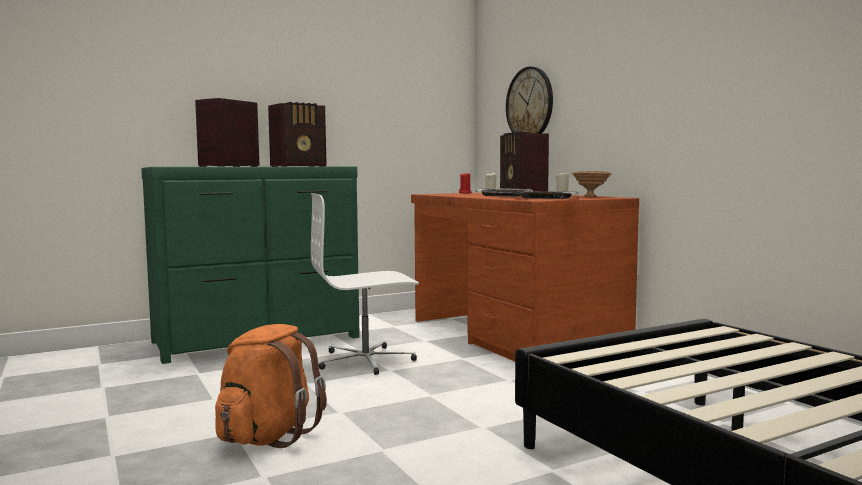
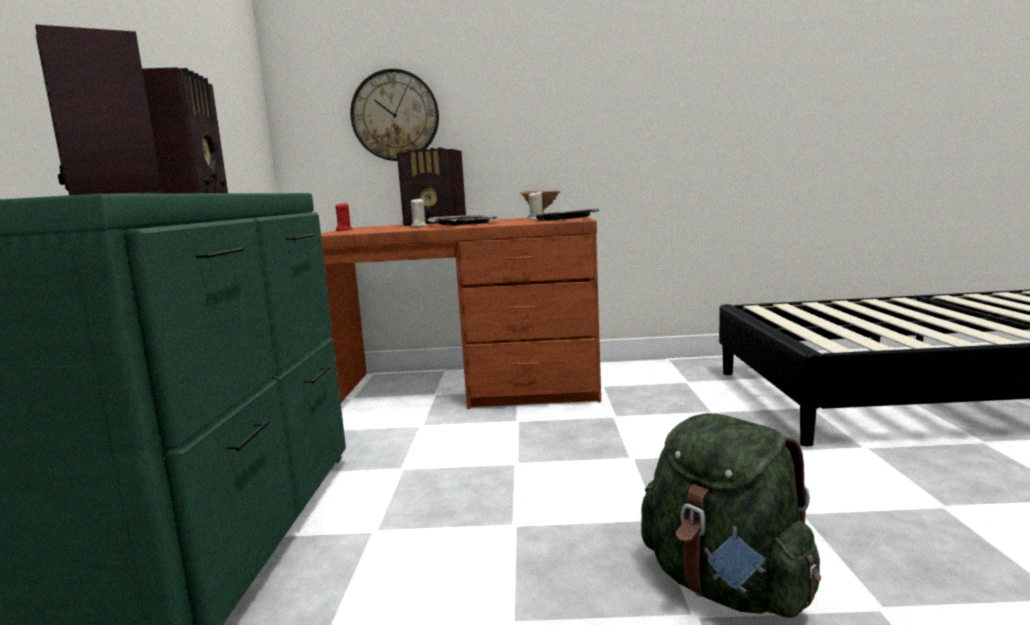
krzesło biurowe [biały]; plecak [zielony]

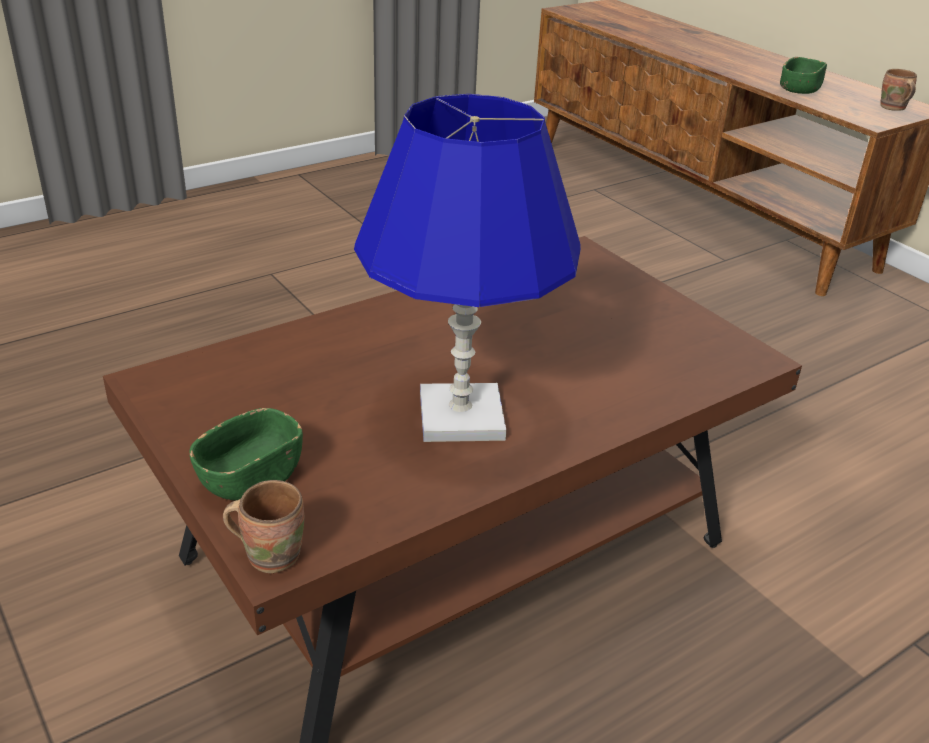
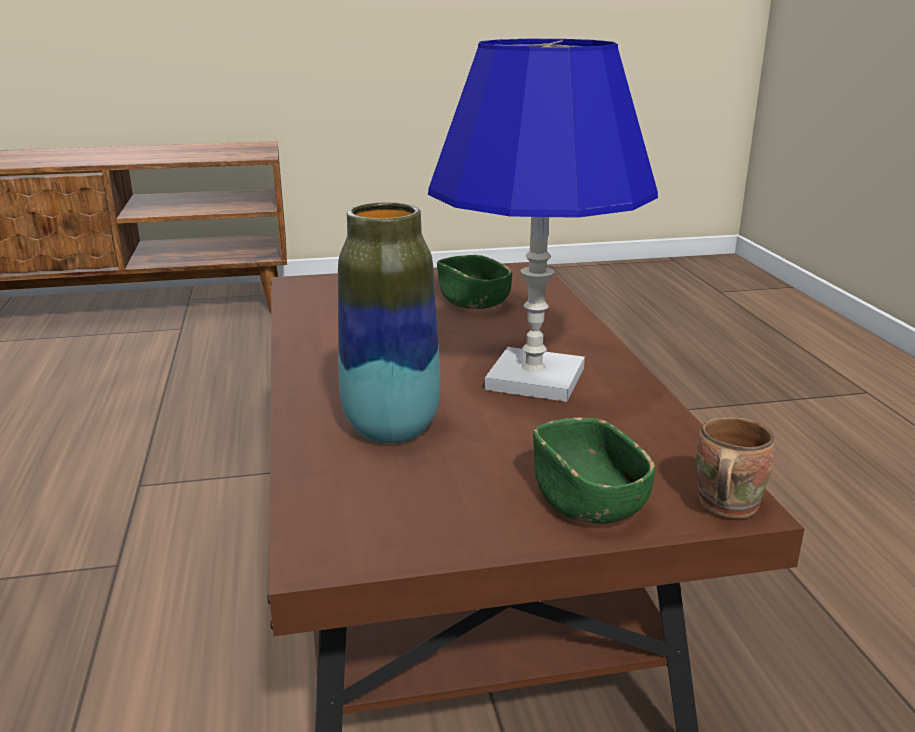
miska [zielony] (1st from left); kubek [brązowy] (2nd from left in the first image); wazon

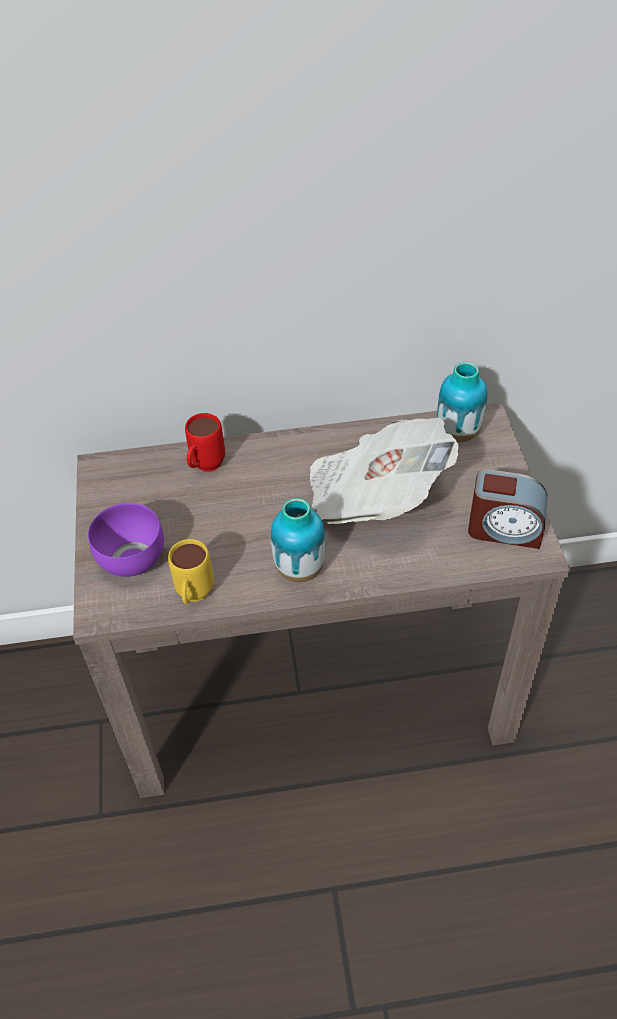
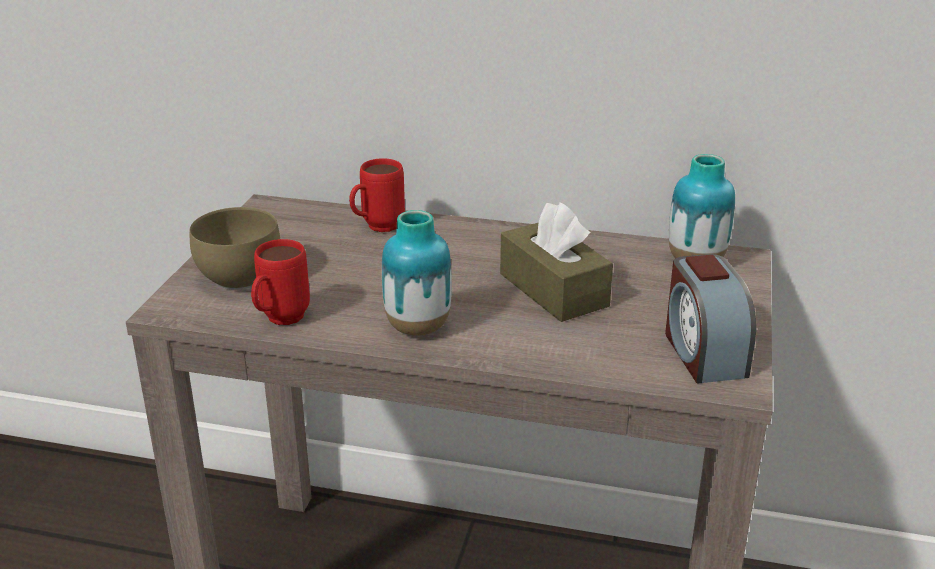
pudełko chusteczek [brązowy]; budzik; miska [brązowy]; kubek [czerwony] (1st from left)

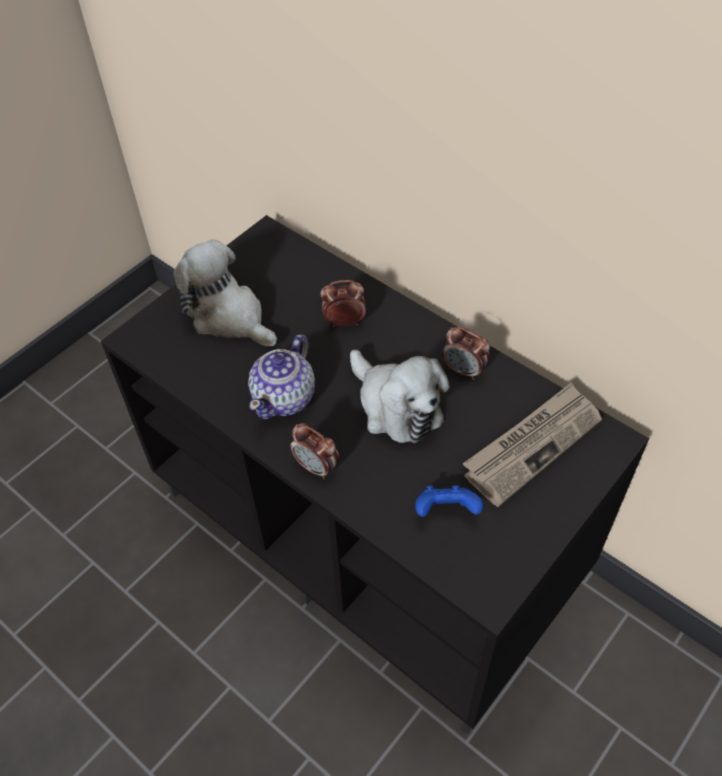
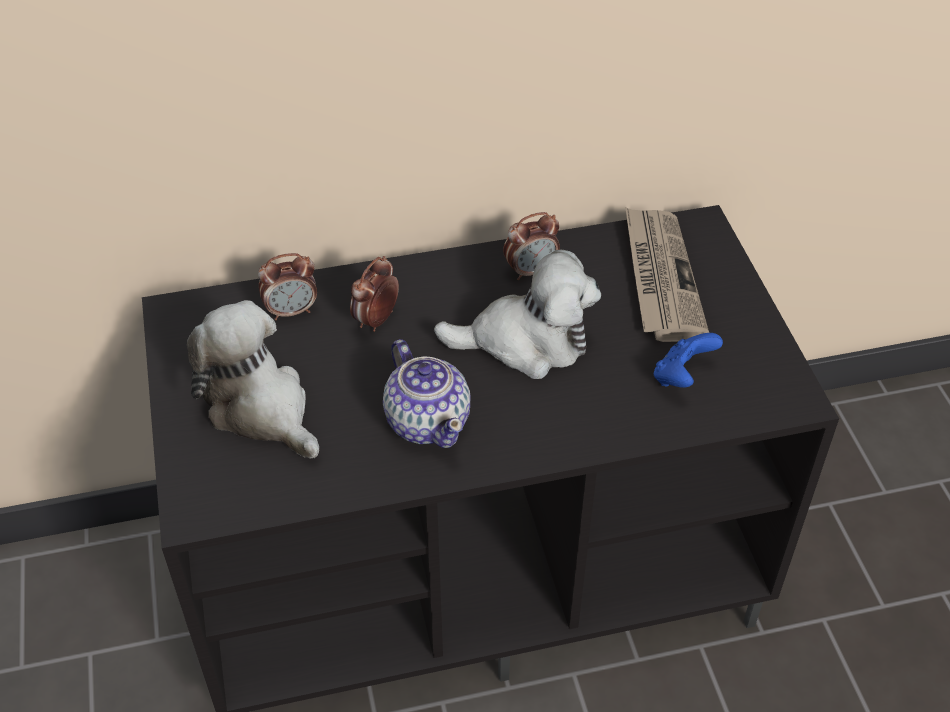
pluszak (1st from left); budzik (1st from left)

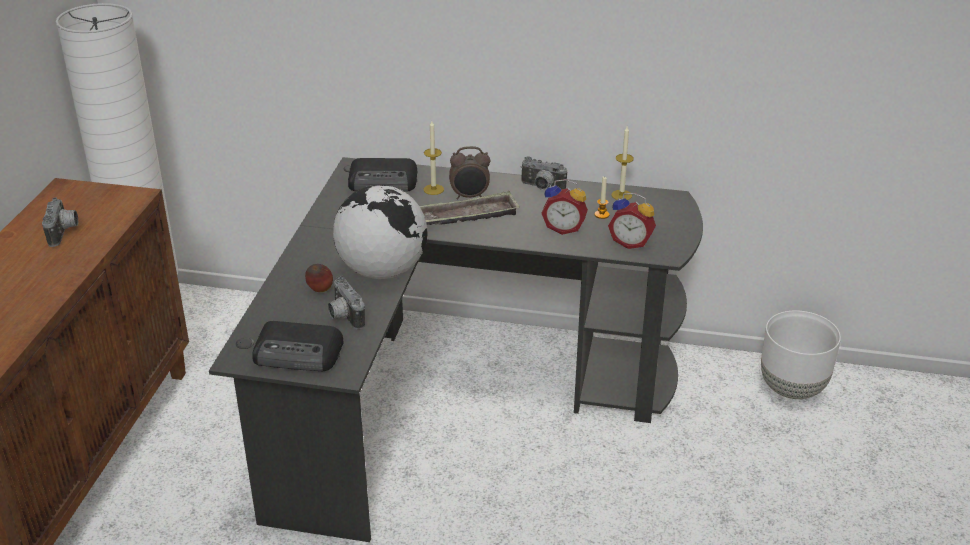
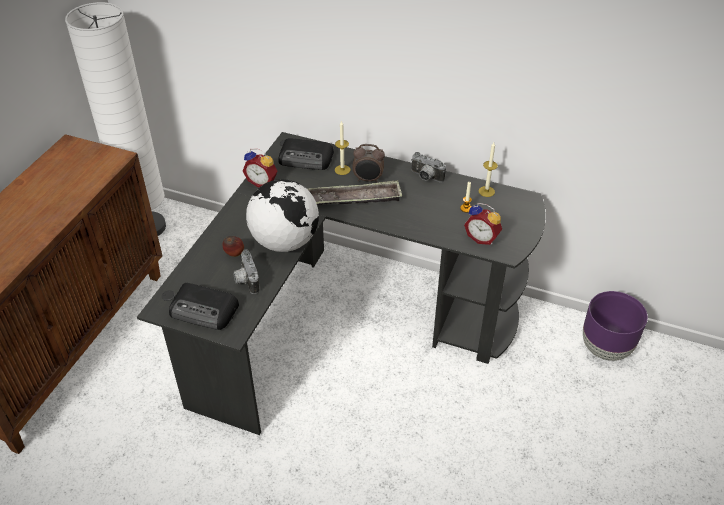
budzik (1st from left); aparat fotograficzny (1st from left in the first image); donica [fioletowy]

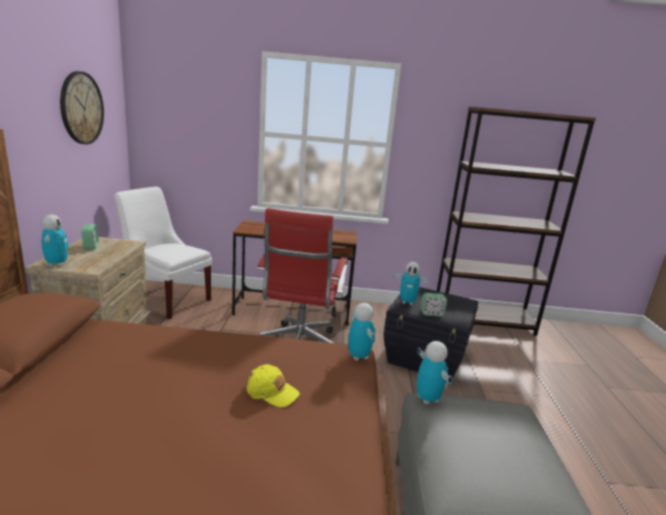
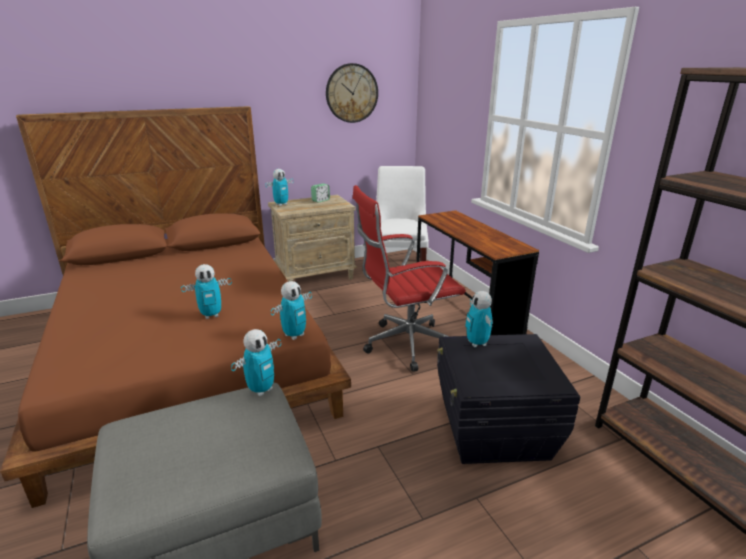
budzik (2nd from left in the first image); robot zabawkowy (1st from left)

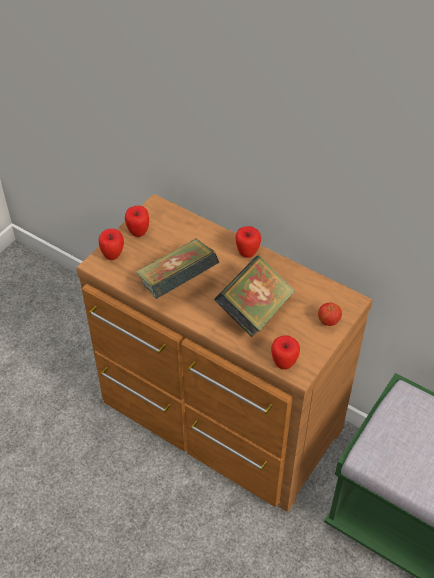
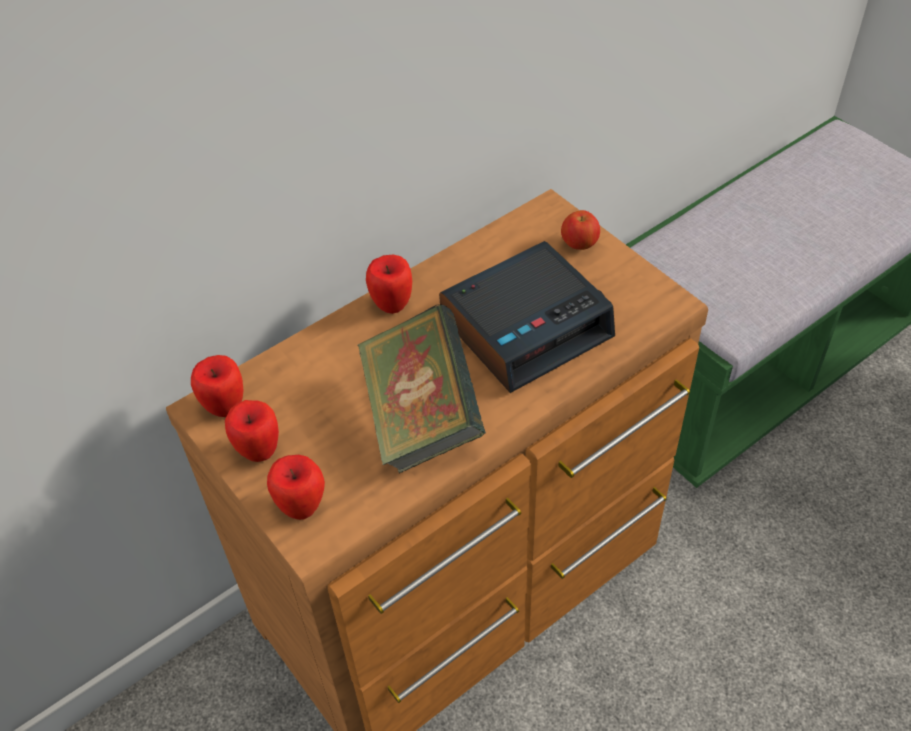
budzik; jabłko (1st from left)

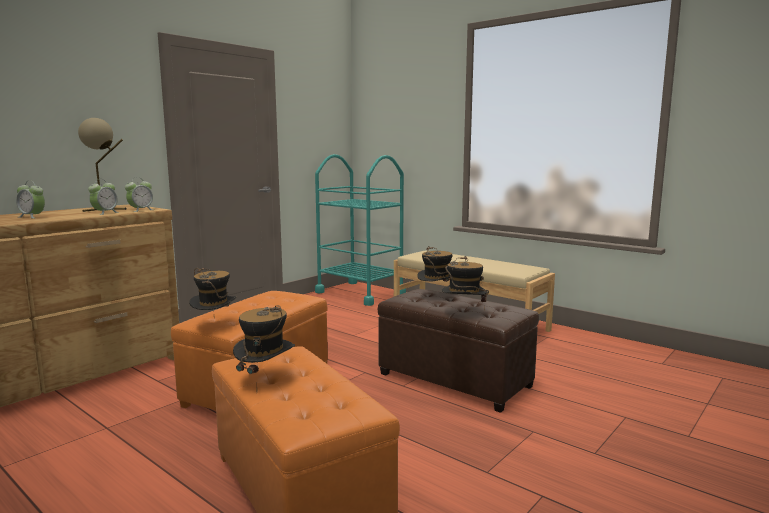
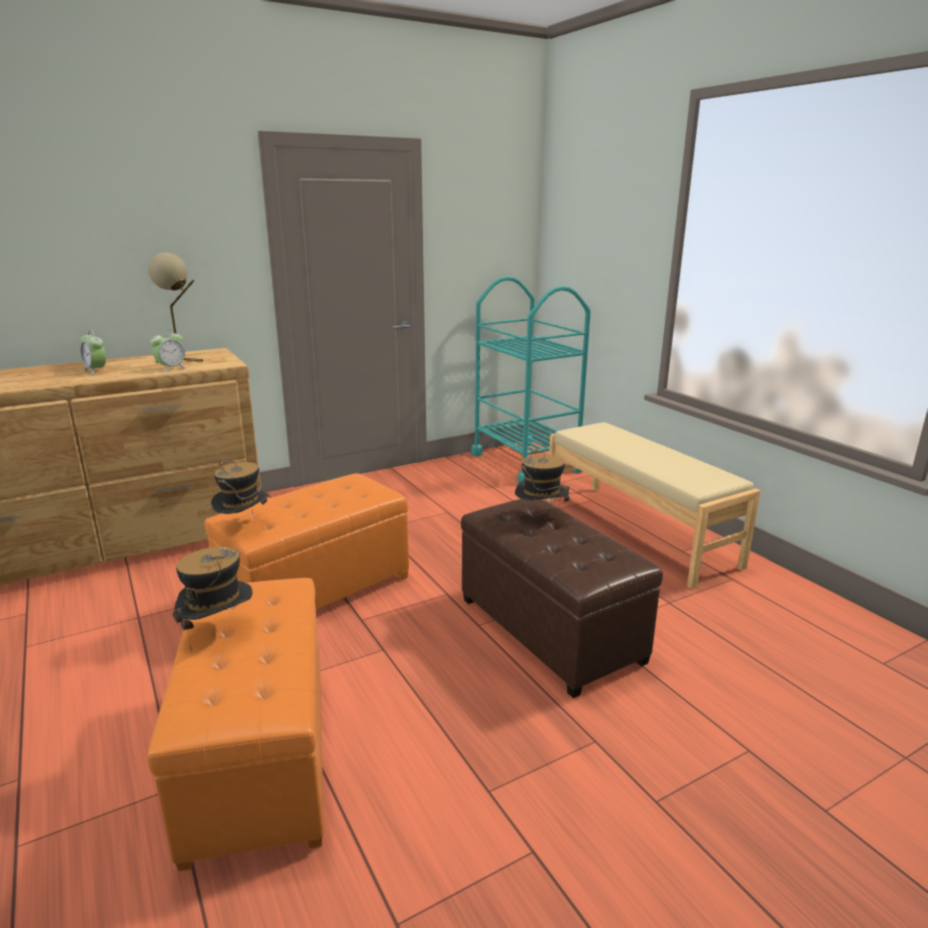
budzik (3rd from left in the first image); kapelusz (4th from left in the first image)

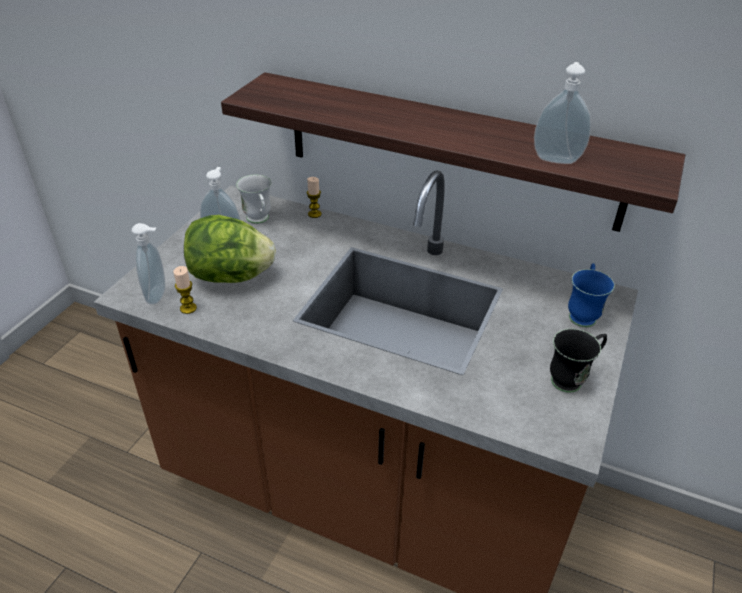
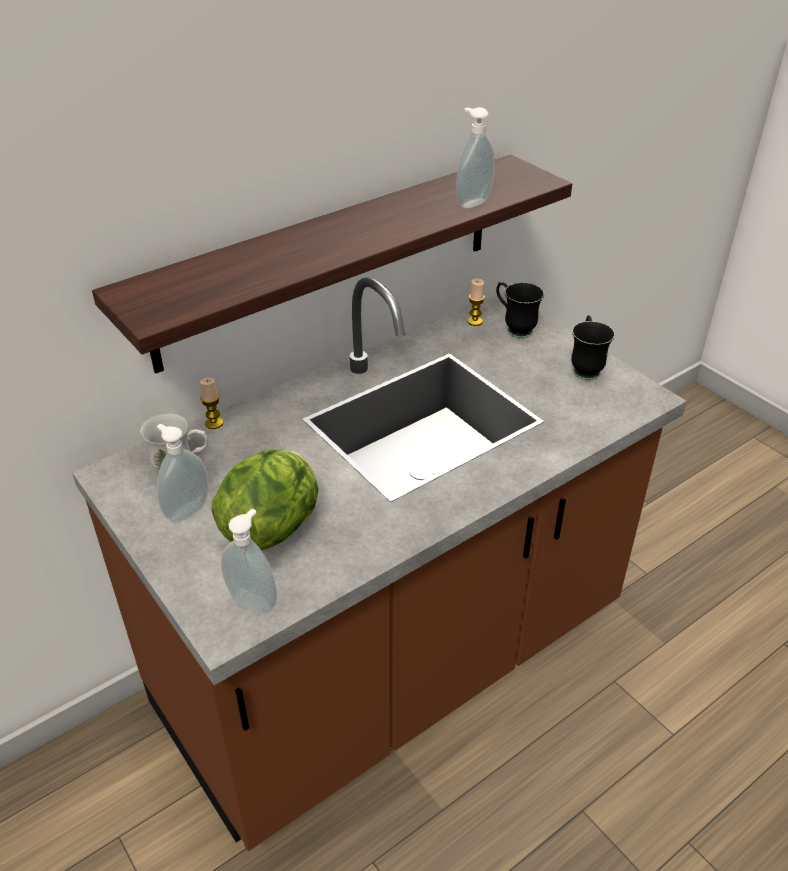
kubek [czarny] (1st from left); świeca (2nd from left)

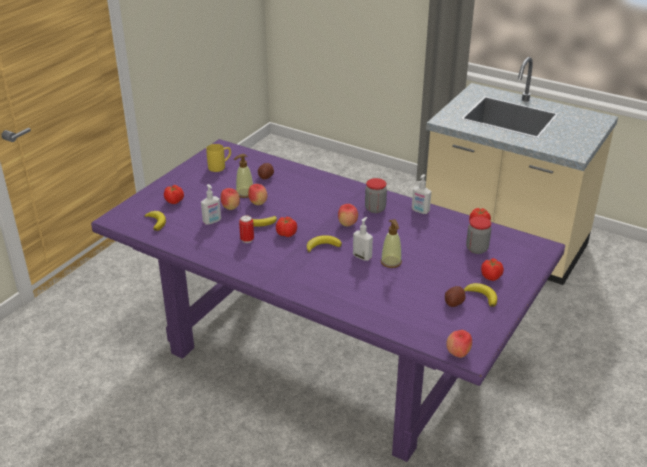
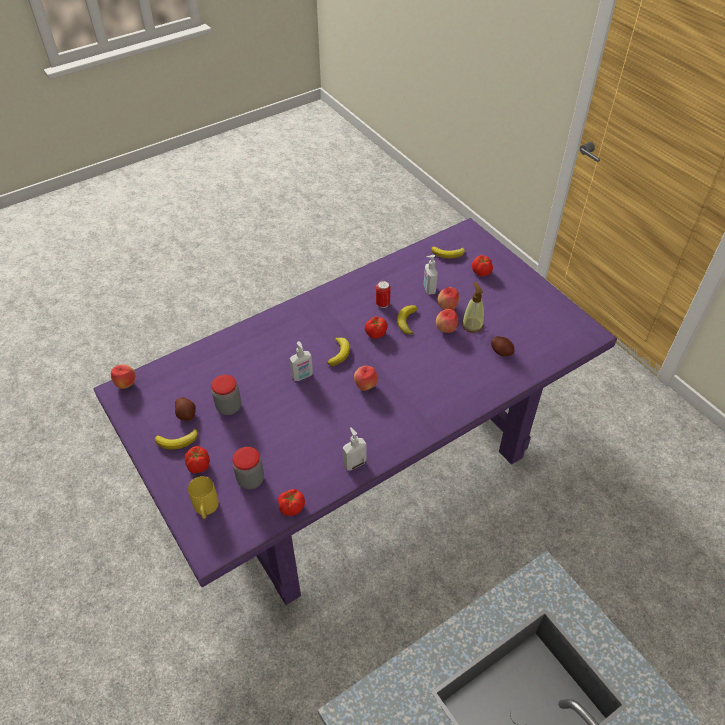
kubek [żółty]; słoik (1st from left); dozownik mydła (4th from left in the first image)

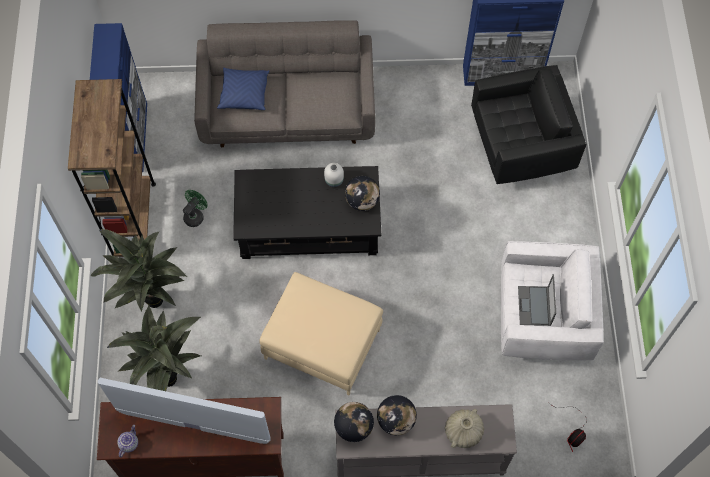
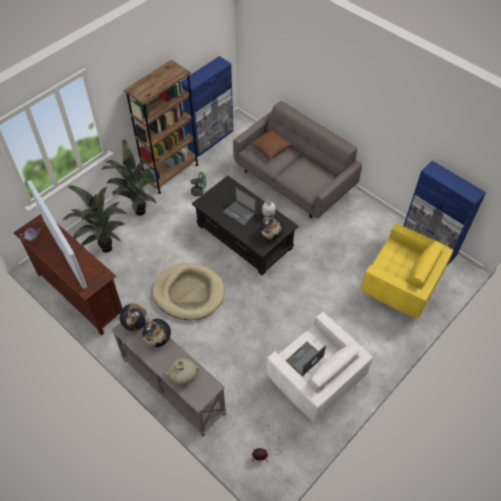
fotel [żółty]; poduszka [brązowy]; legowisko [beżowy]; laptop (1st from left)

